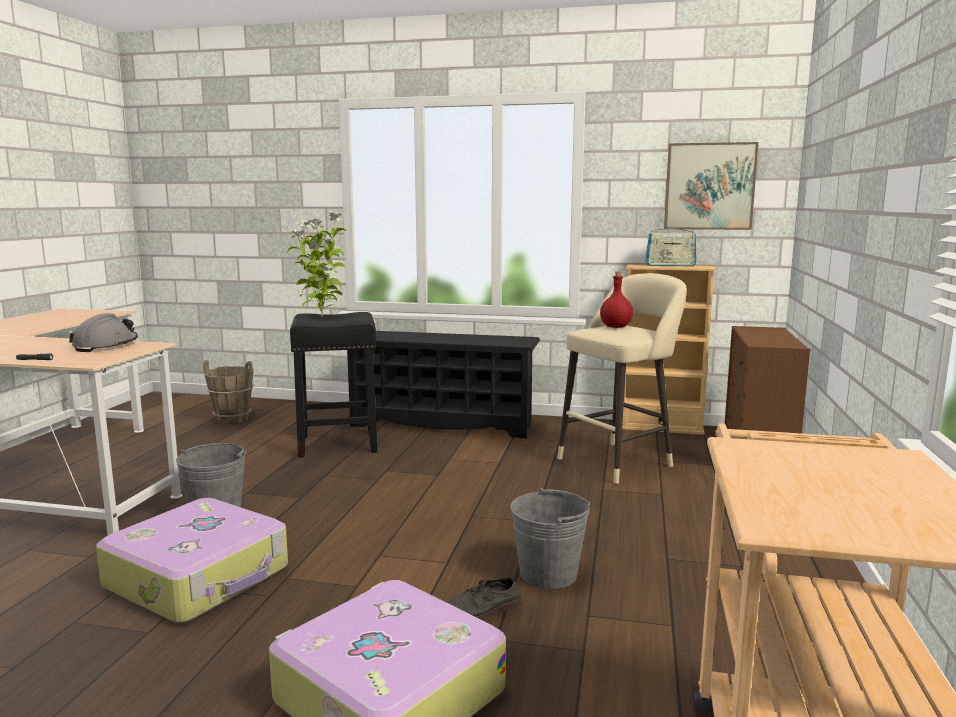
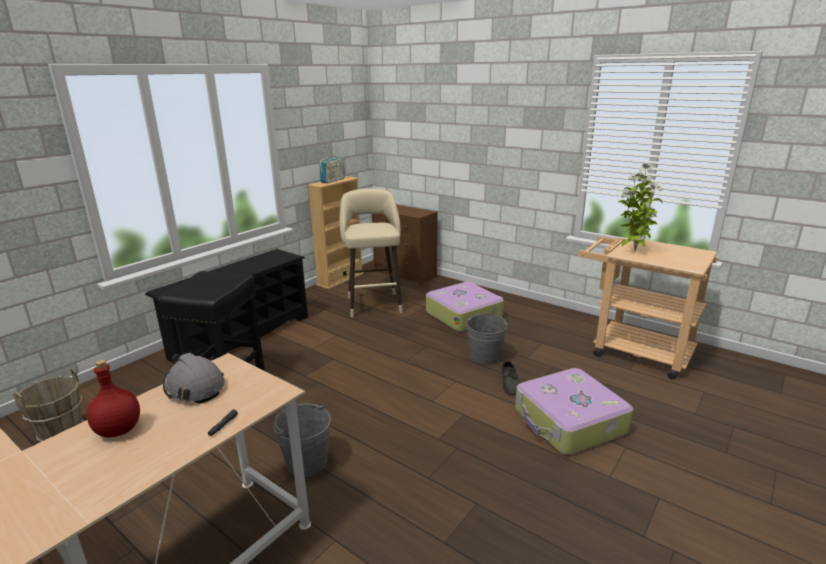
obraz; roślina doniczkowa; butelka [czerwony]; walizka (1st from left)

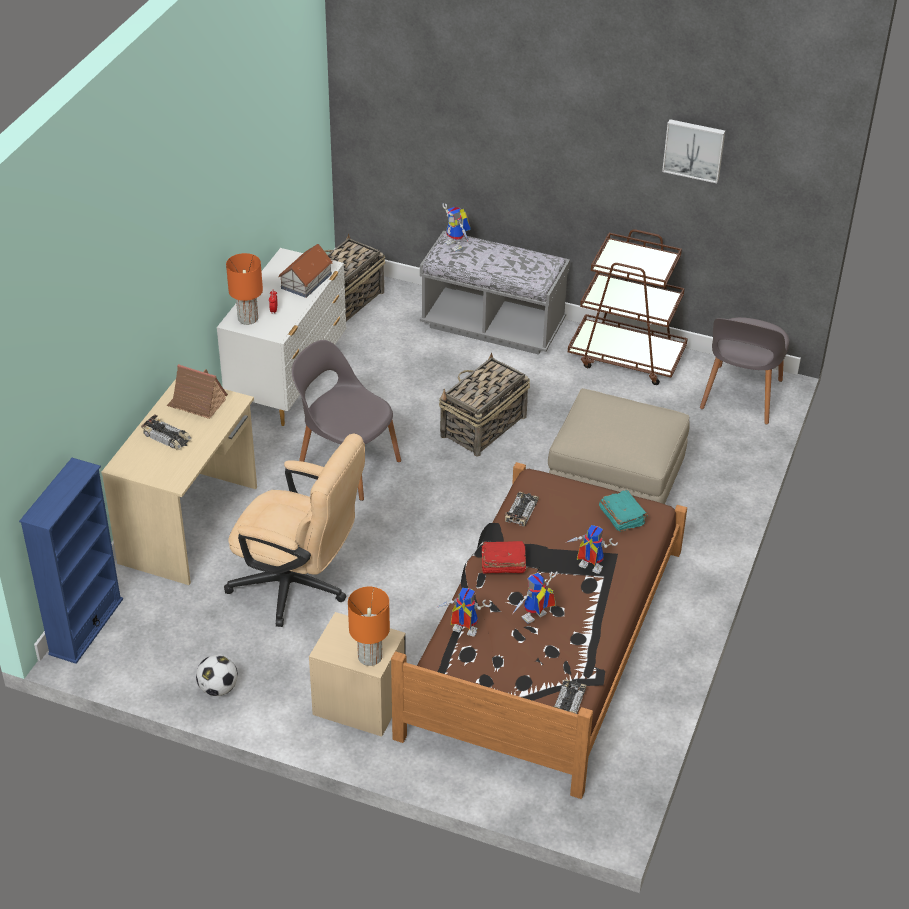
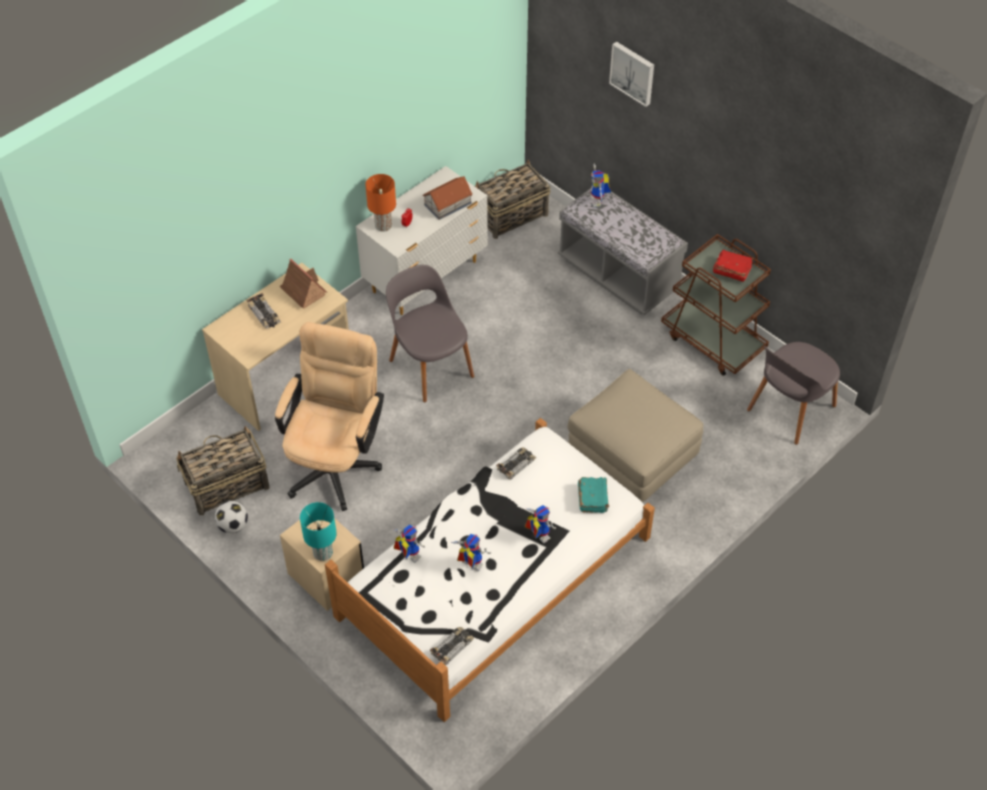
obraz; koszyk (1st from left); krzesło biurowe [beżowy]; regał [niebieski]; łóżko [biały]; książka [czerwony]; robot zabawkowy (2nd from left); lampa stołowa [turkusowy]

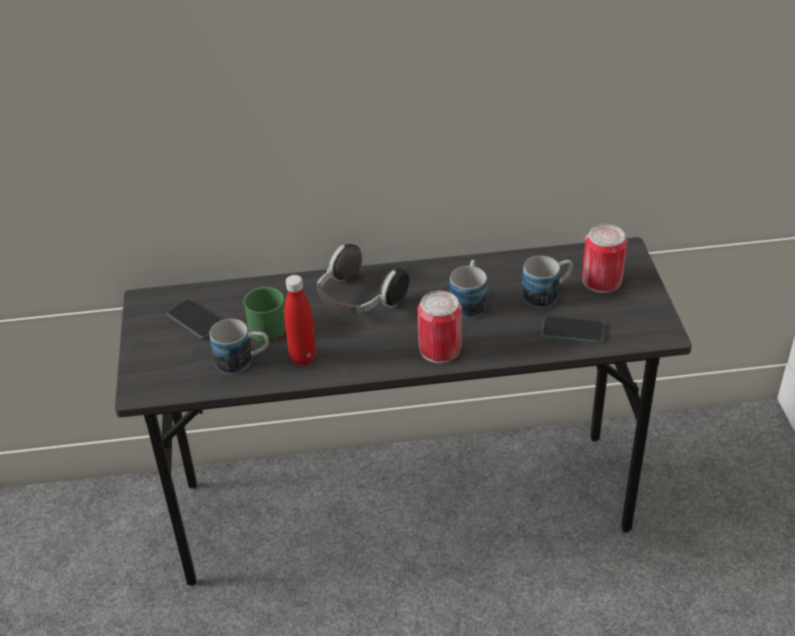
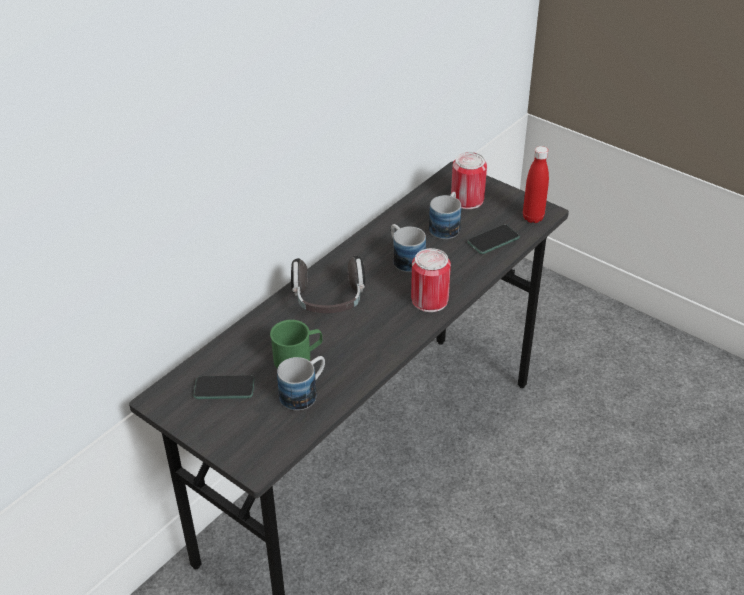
butelka [czerwony]

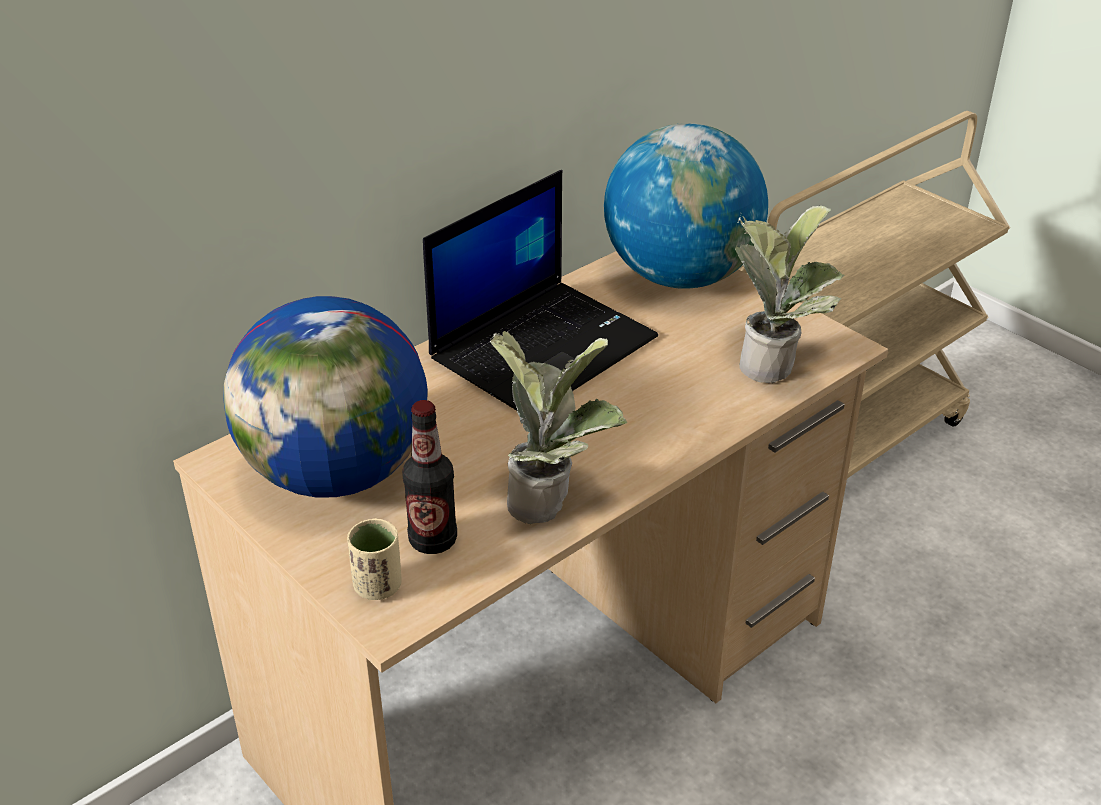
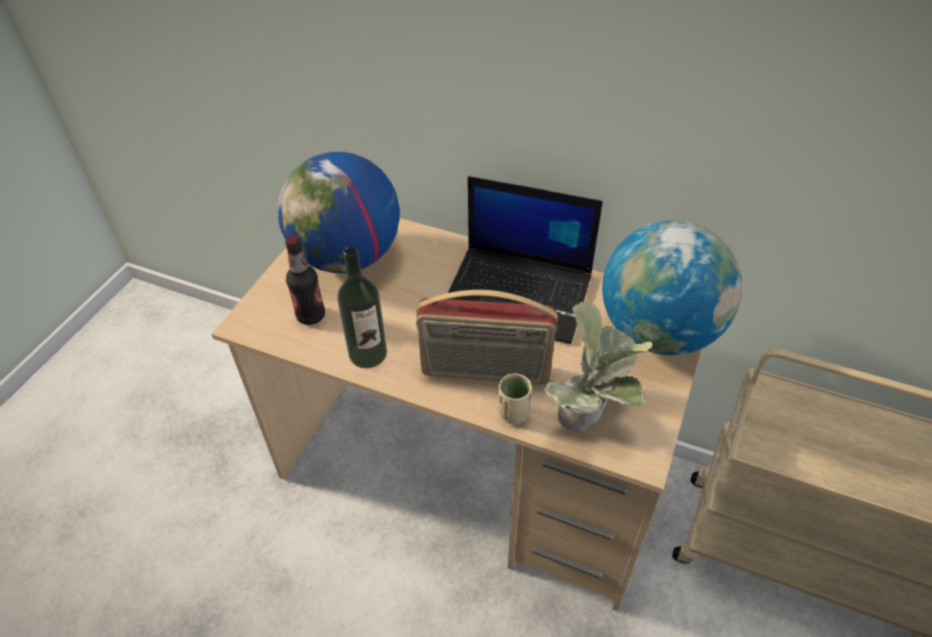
butelka (2nd from left); filiżanka [beżowy]; radio

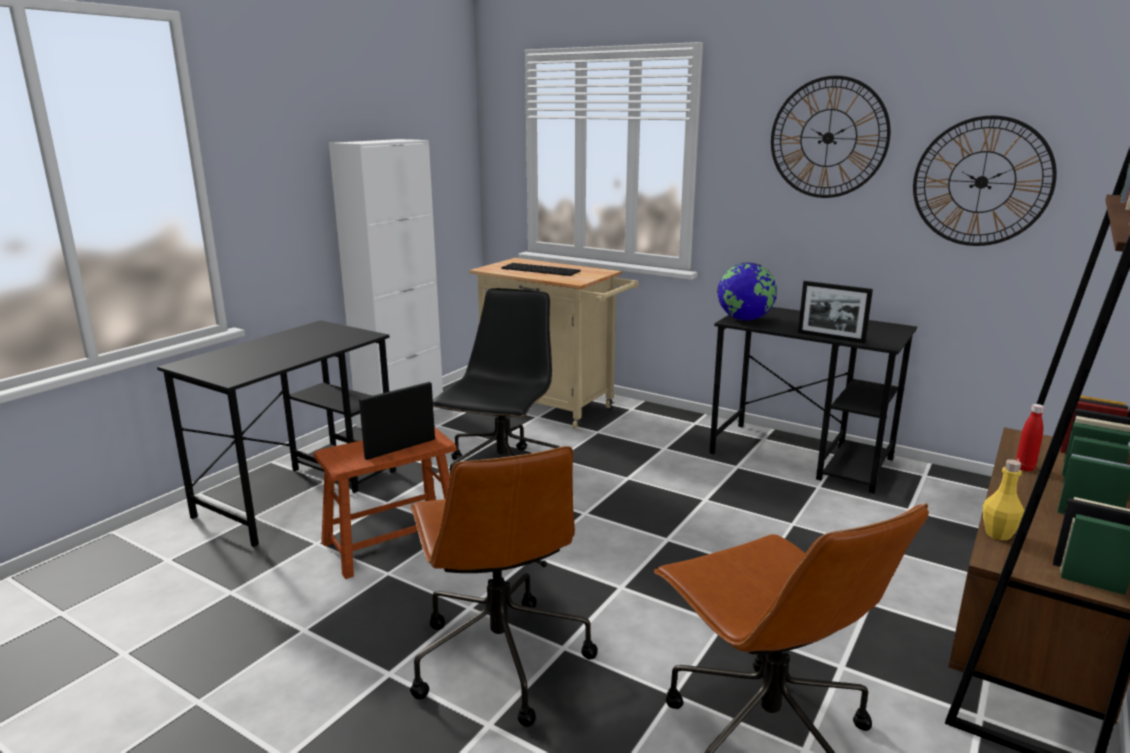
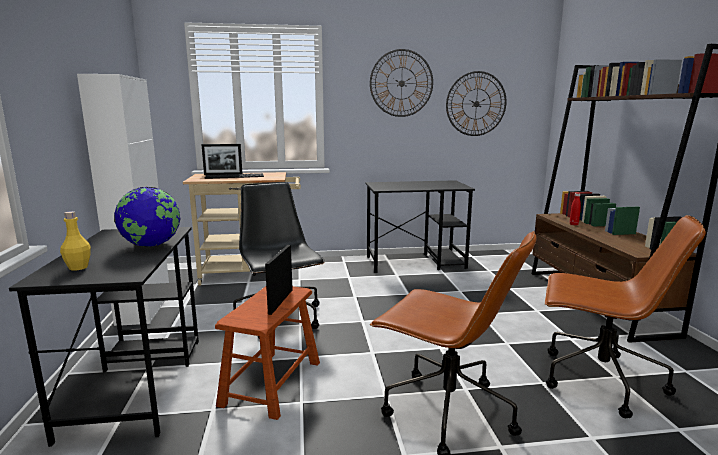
globus; ramka na zdjęcie (1st from left); butelka [żółty]

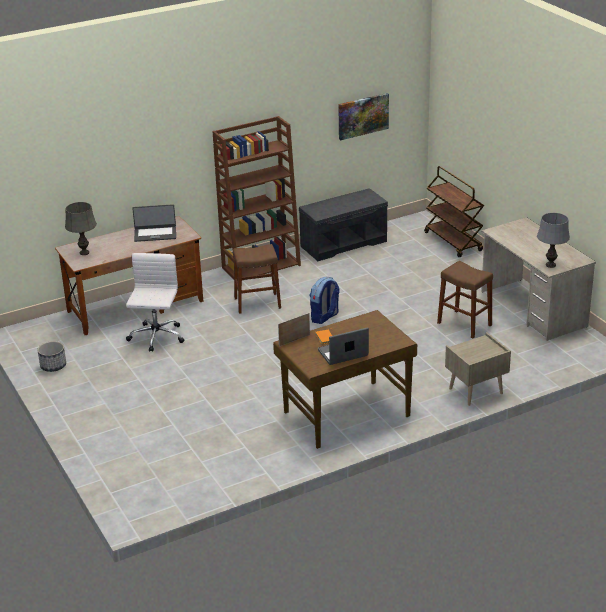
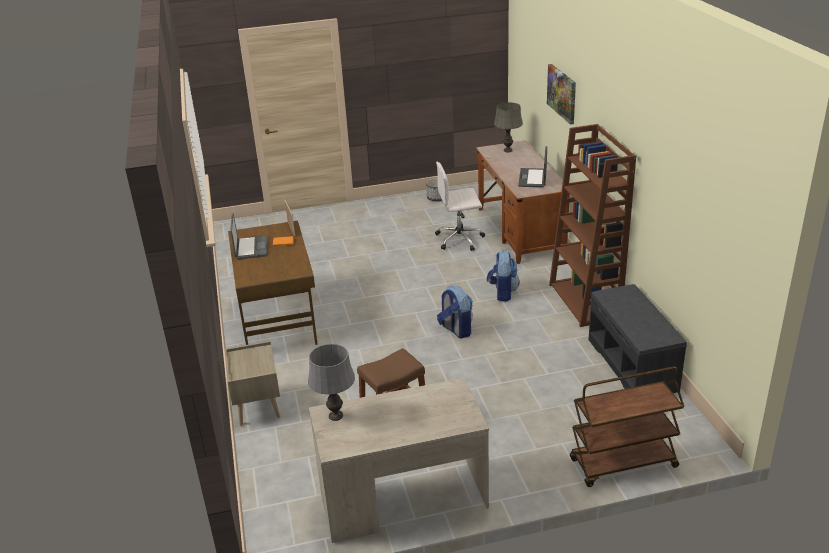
obraz; plecak (2nd from left); krzesło biurowe [biały]

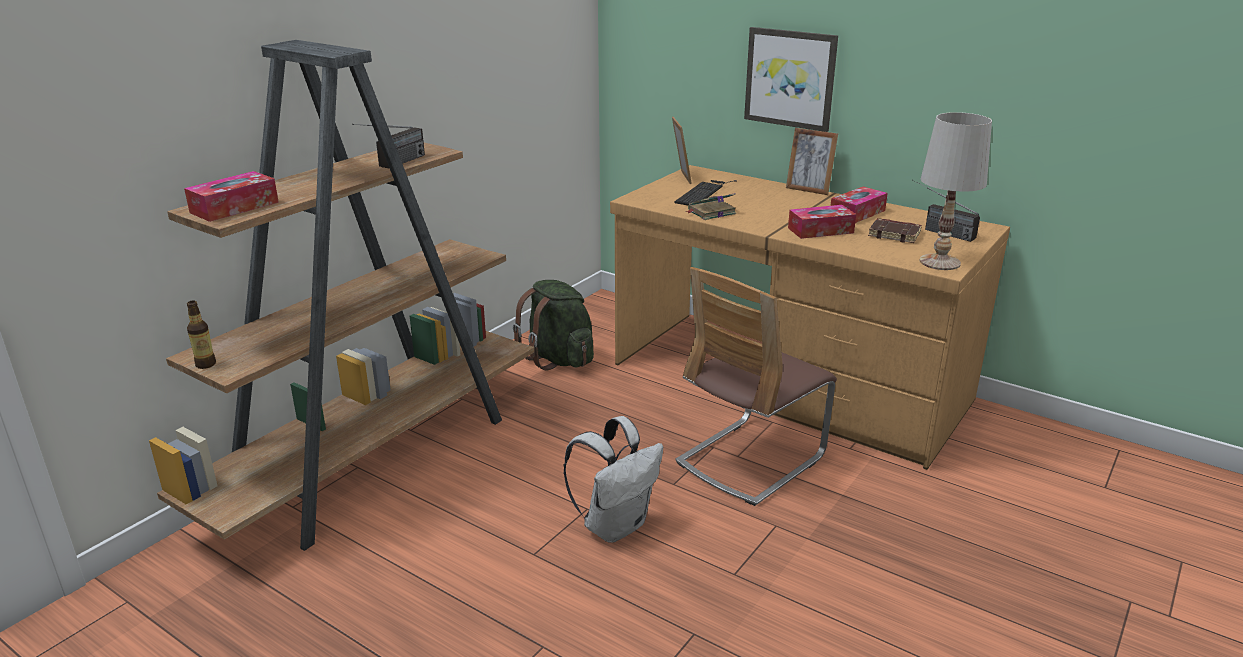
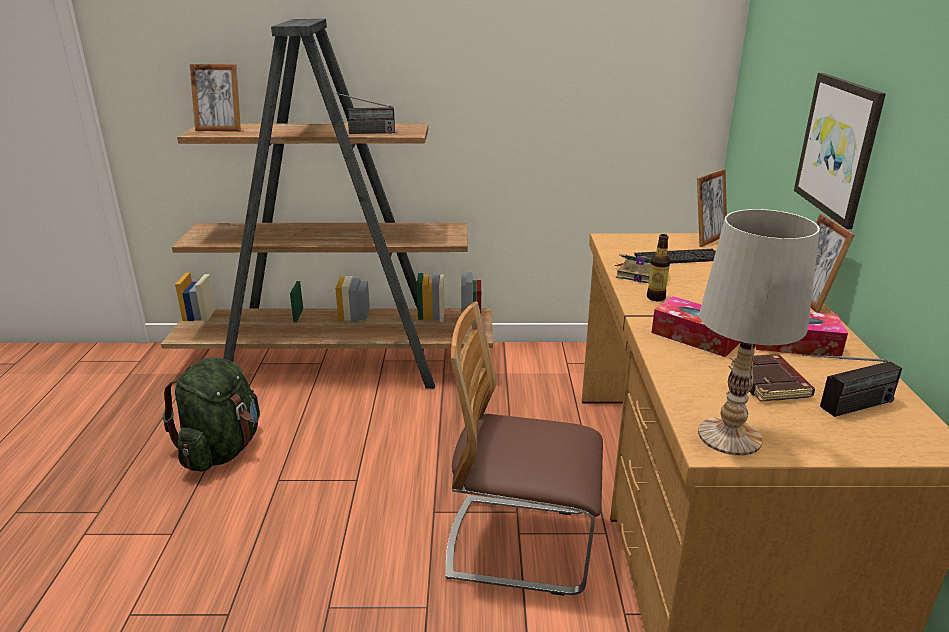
ramka na zdjęcie (1st from left); radio (2nd from left); plecak [zielony]; butelka; plecak [biały]

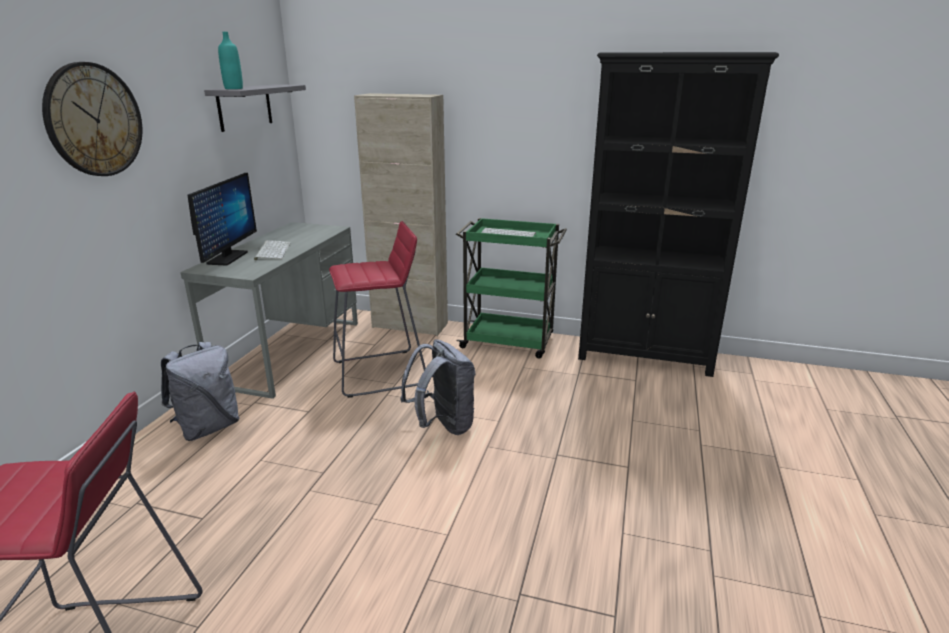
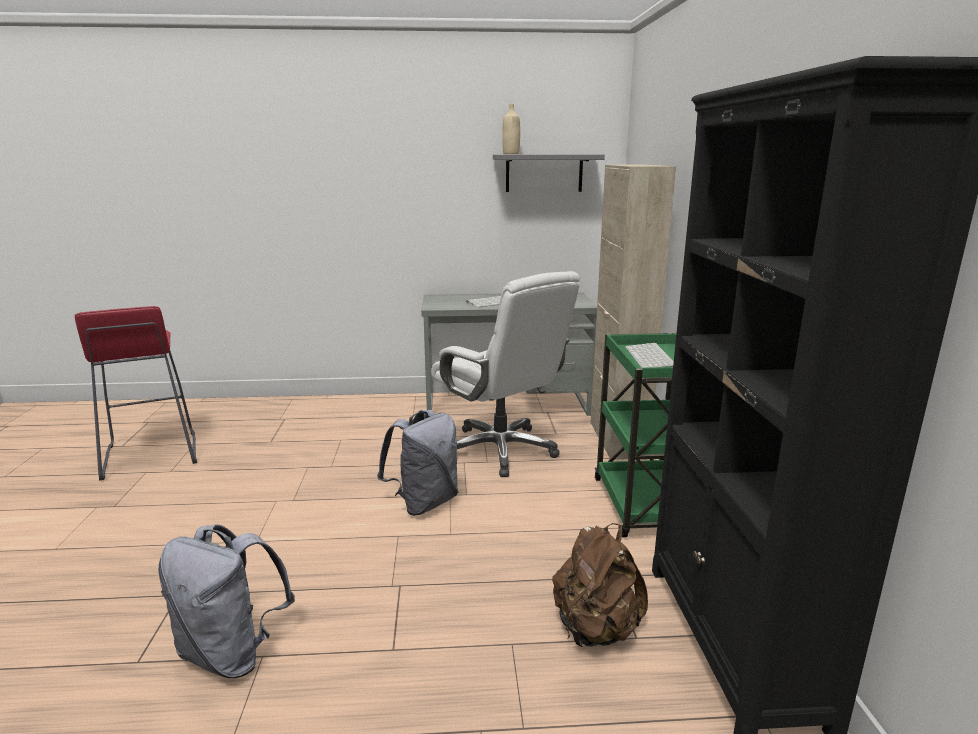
butelka [beżowy]; zegar ścienny; monitor; krzesło biurowe [biały]; plecak [szary] (1st from left); plecak [brązowy]

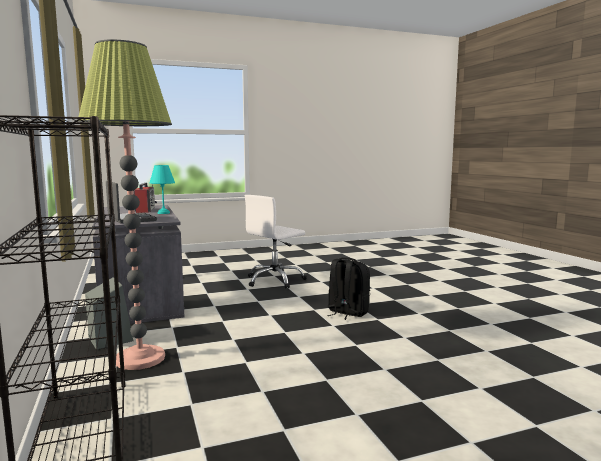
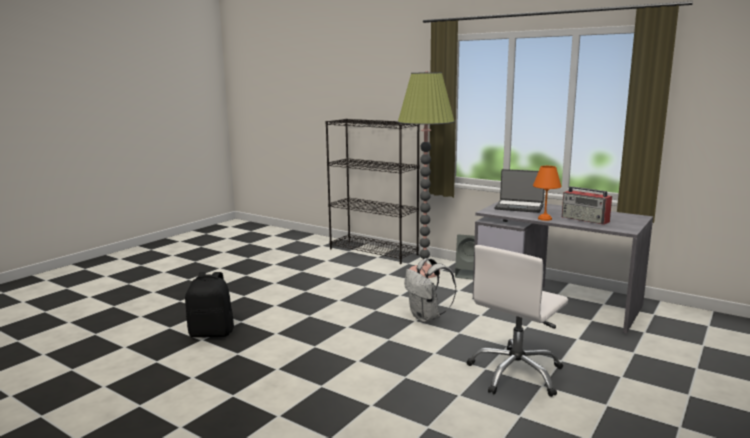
lampa stołowa [pomarańczowy]; krzesło biurowe [biały]; plecak [czarny]; plecak [biały]

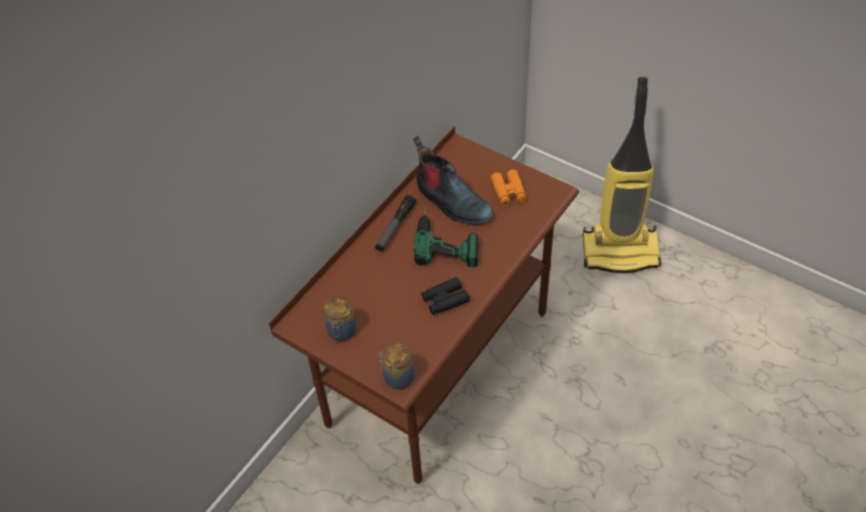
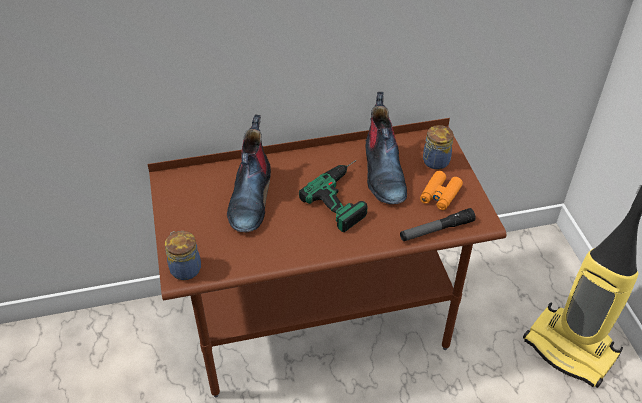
latarka; lornetka [czarny]; słoik (2nd from left); but z cholewką (1st from left)

